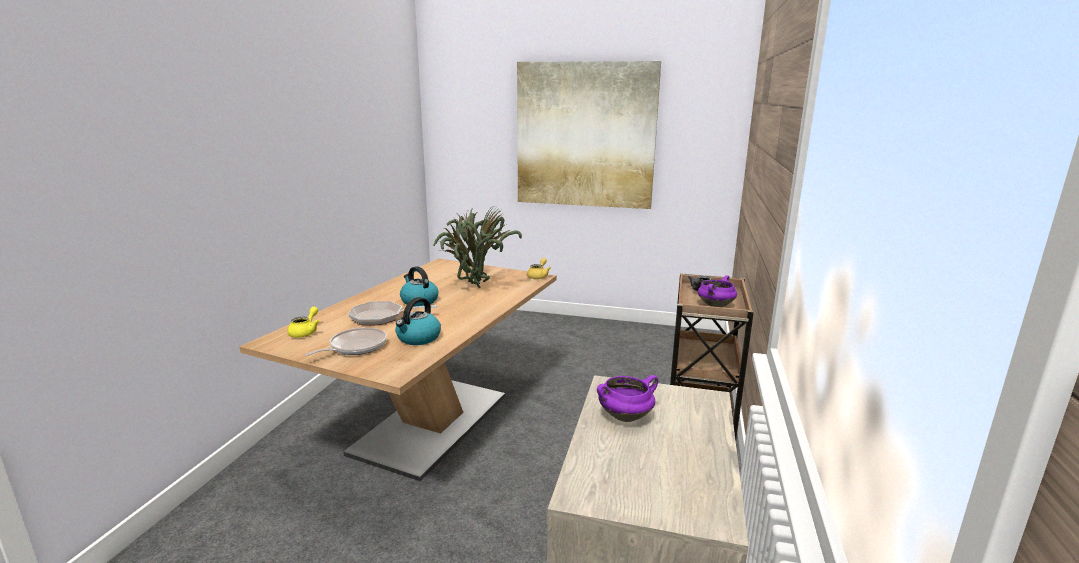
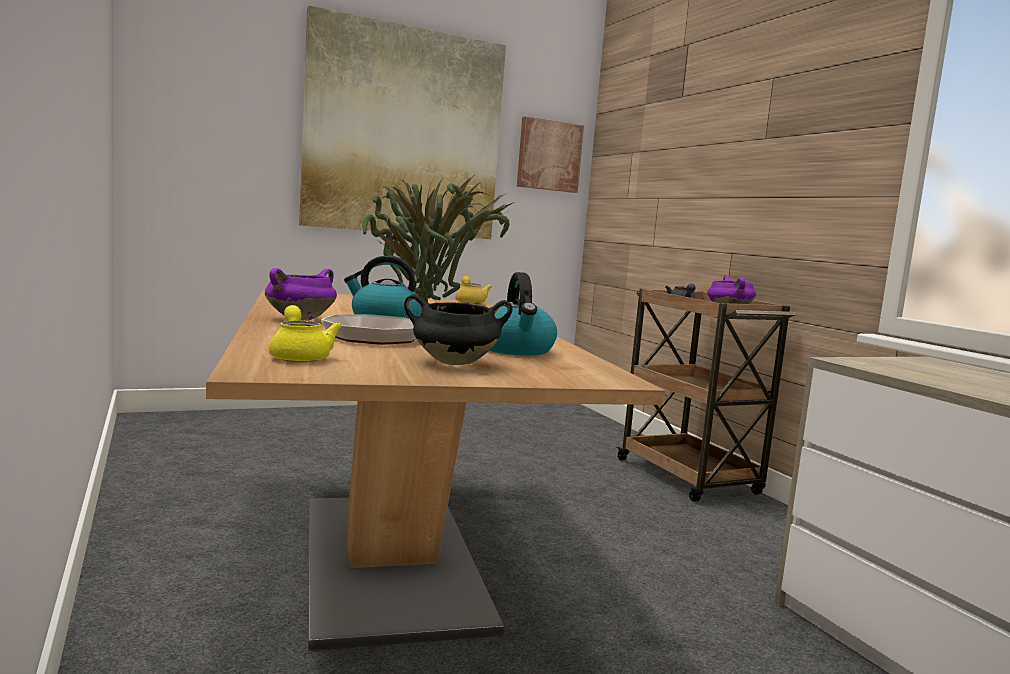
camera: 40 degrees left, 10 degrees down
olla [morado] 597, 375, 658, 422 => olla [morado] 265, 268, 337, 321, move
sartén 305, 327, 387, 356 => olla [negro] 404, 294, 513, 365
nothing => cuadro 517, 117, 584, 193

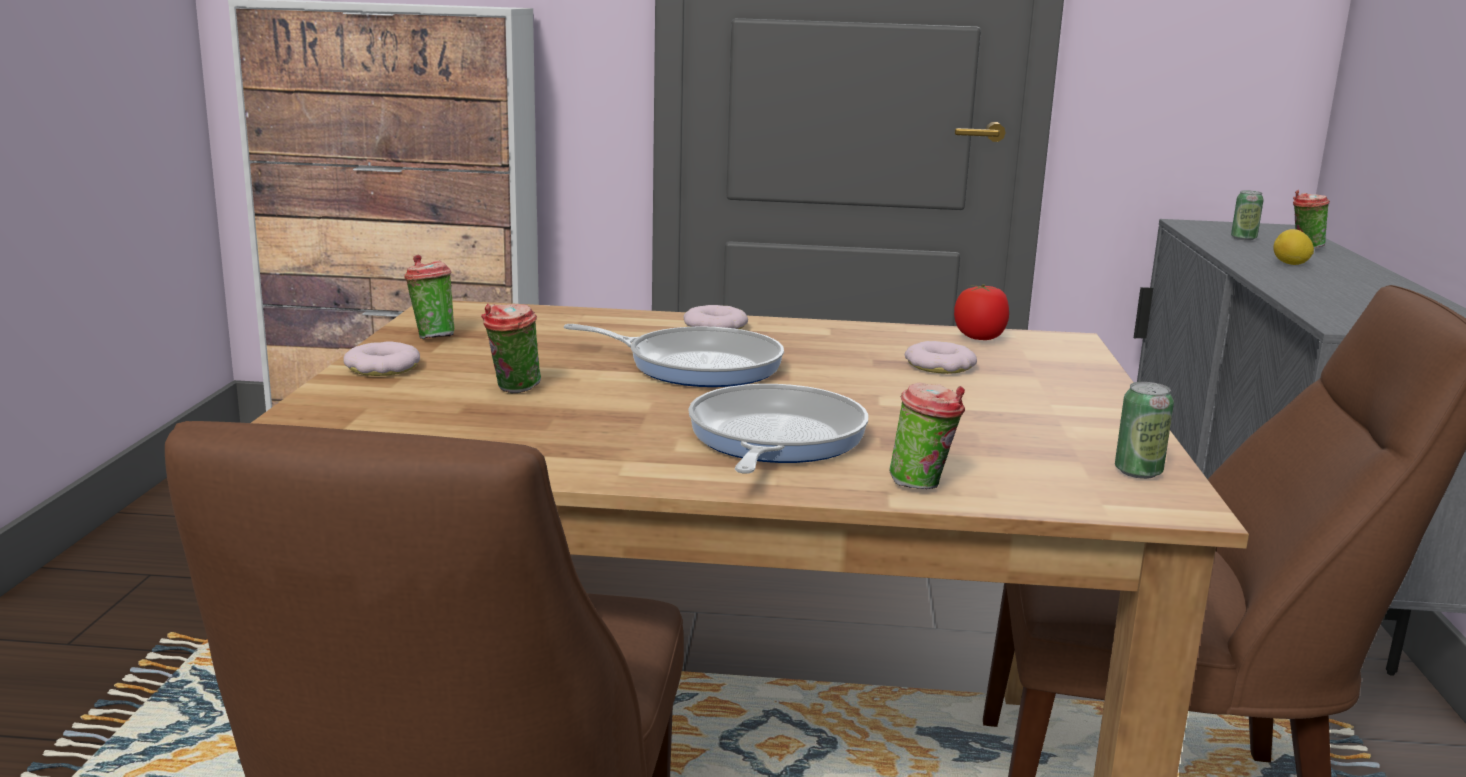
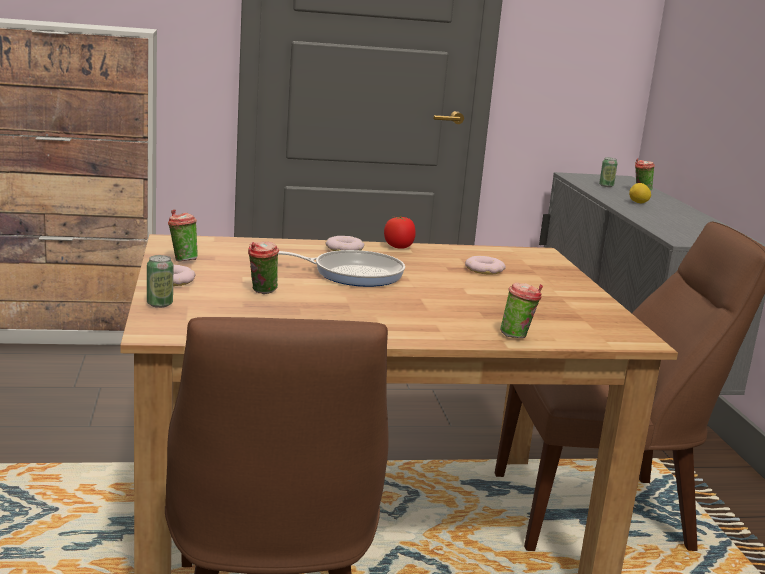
camera: 15 degrees left, 0 degrees up
lata 1115, 382, 1174, 479 => lata 147, 255, 173, 308, move
tomate 954, 284, 1009, 340 => tomate 384, 216, 416, 249, move
sartén 688, 384, 868, 474 => nothing

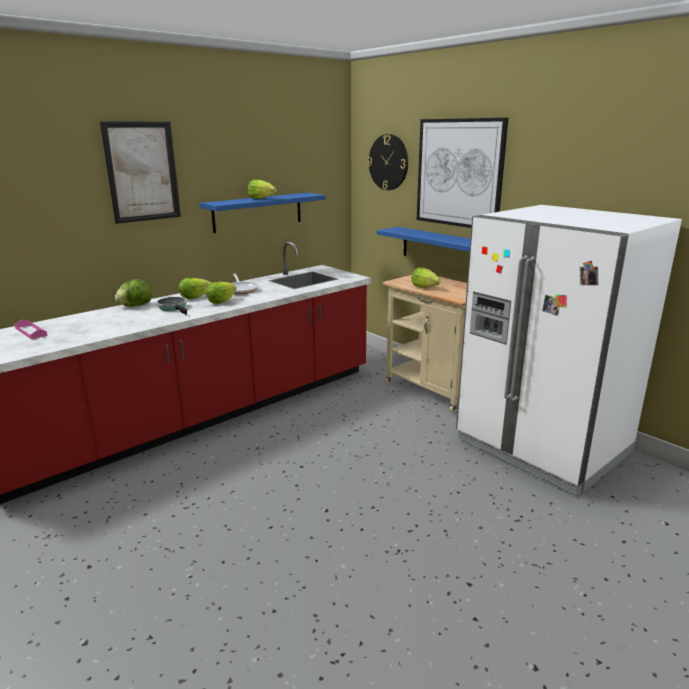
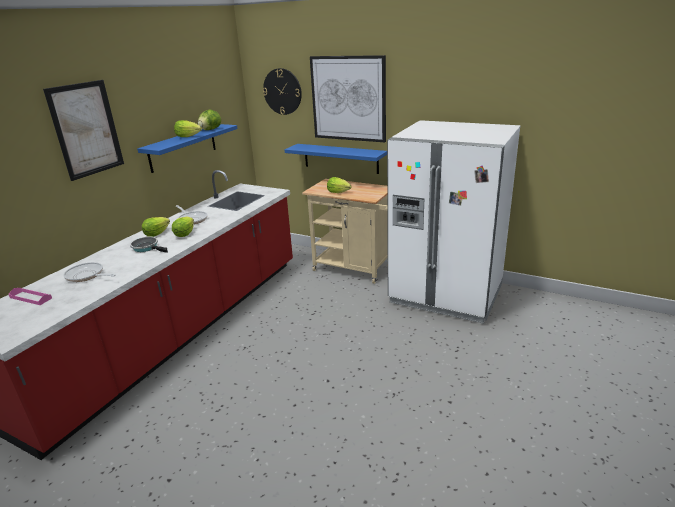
camera: 20 degrees left, 5 degrees up
nothing => sartén 63, 262, 116, 282
lechuga 115, 279, 151, 306 => lechuga 198, 110, 221, 130, move

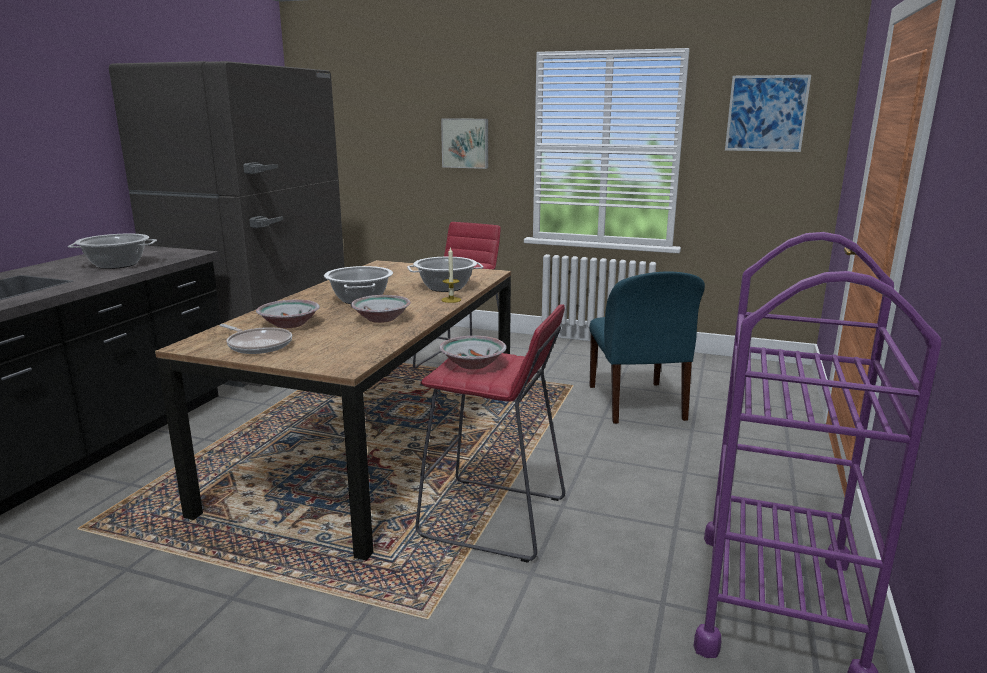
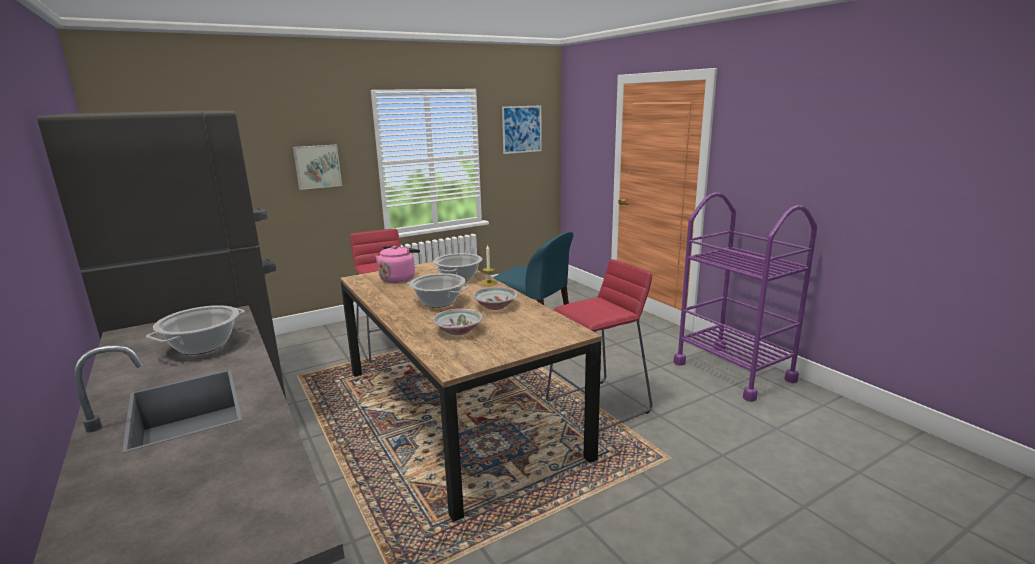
camera: 50 degrees left, 0 degrees up
nothing => hervidor [rosa] 375, 246, 420, 283
sartén 219, 324, 292, 354 => nothing
cuenco 439, 336, 507, 369 => nothing

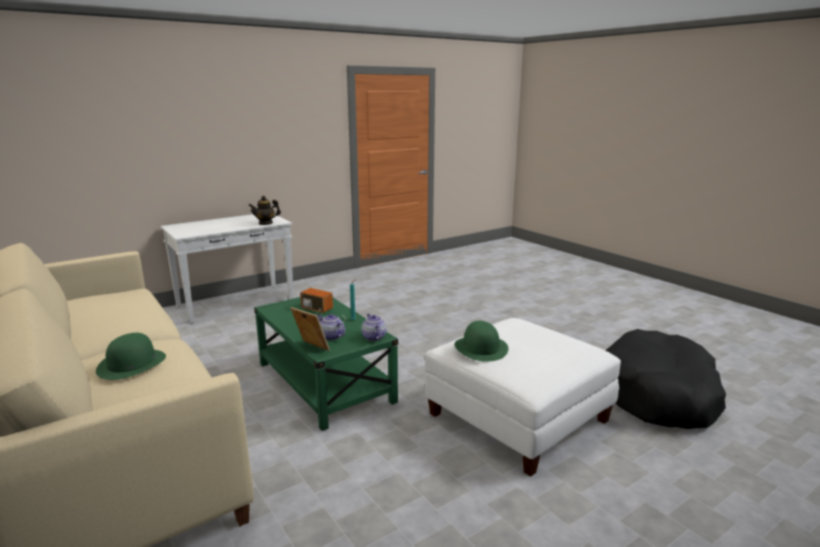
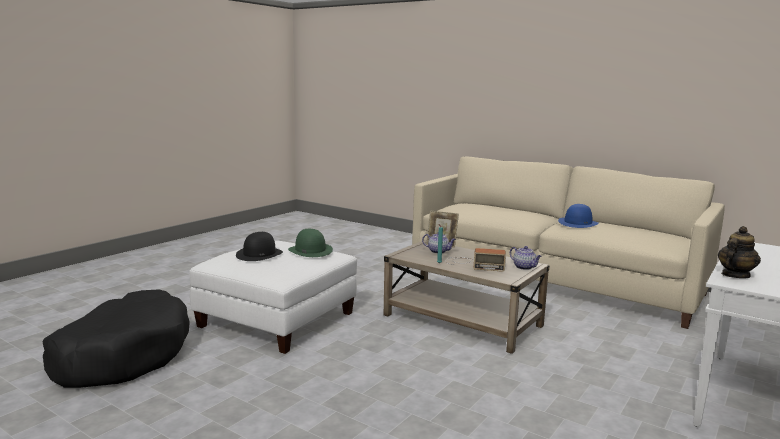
camera: 160 degrees right, 5 degrees down
nothing => sombrero [negro] 236, 232, 283, 261
mesa de centro [verde] 254, 297, 398, 431 => mesa de centro [beis] 384, 240, 550, 354
tetera 361, 314, 387, 341 => tetera 510, 246, 542, 270, move
nothing => sombrero [azul] 558, 204, 599, 228
sombrero [verde] 96, 333, 166, 380 => nothing

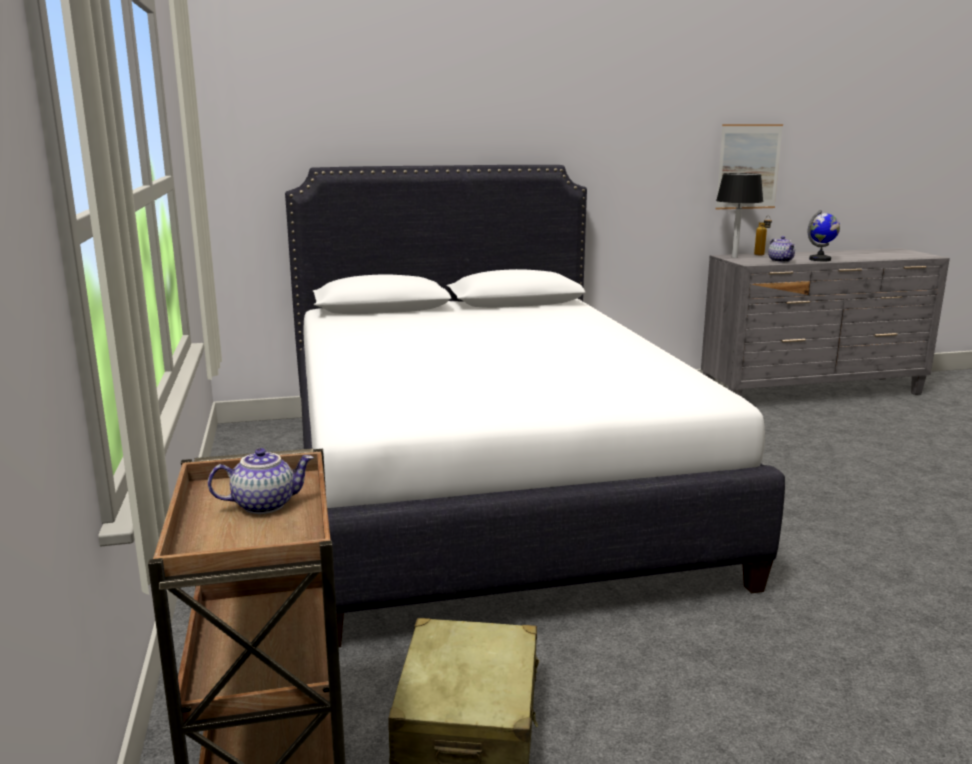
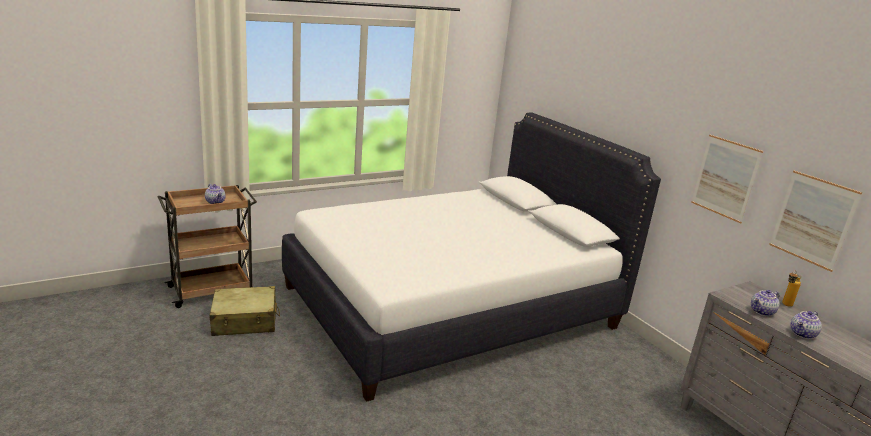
camera: 70 degrees right, 5 degrees up
nothing => cuadro 691, 135, 763, 223
globo terráqueo 808, 210, 840, 261 => tetera 791, 311, 822, 339
lámpara de mesa [negro] 716, 173, 763, 258 => nothing

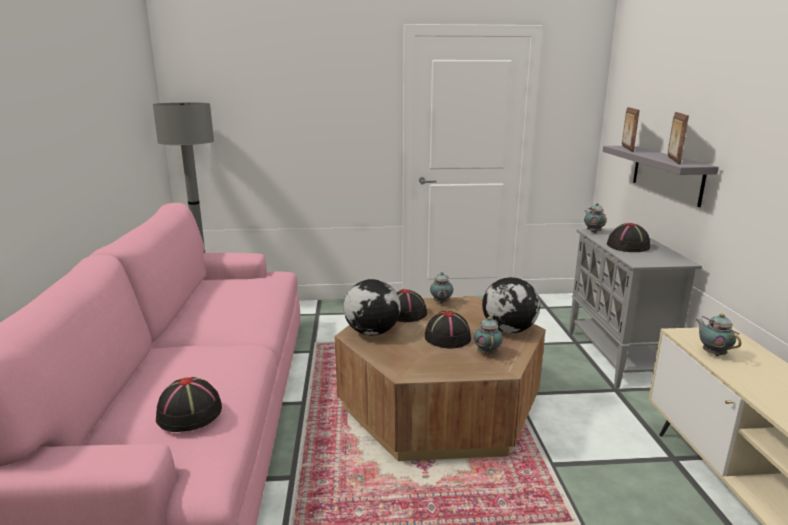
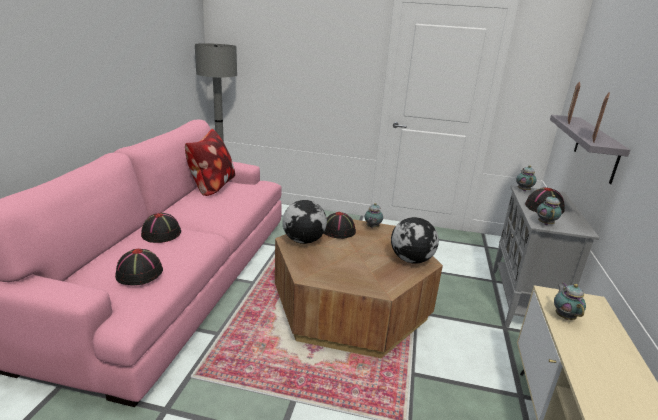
camera: 15 degrees right, 5 degrees up
sombrero [negro] 425, 311, 471, 349 => sombrero [negro] 141, 213, 181, 243, move
nothing => cojín 185, 129, 235, 196
tetera 474, 317, 503, 355 => tetera 537, 195, 562, 225, move

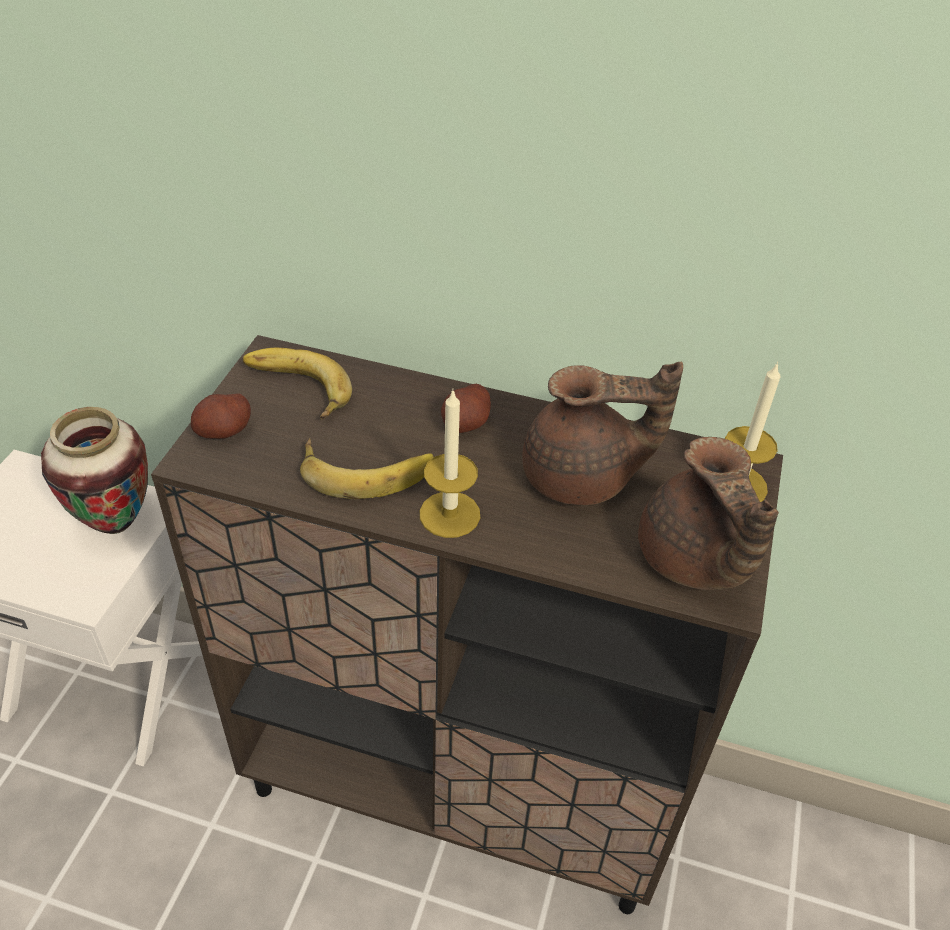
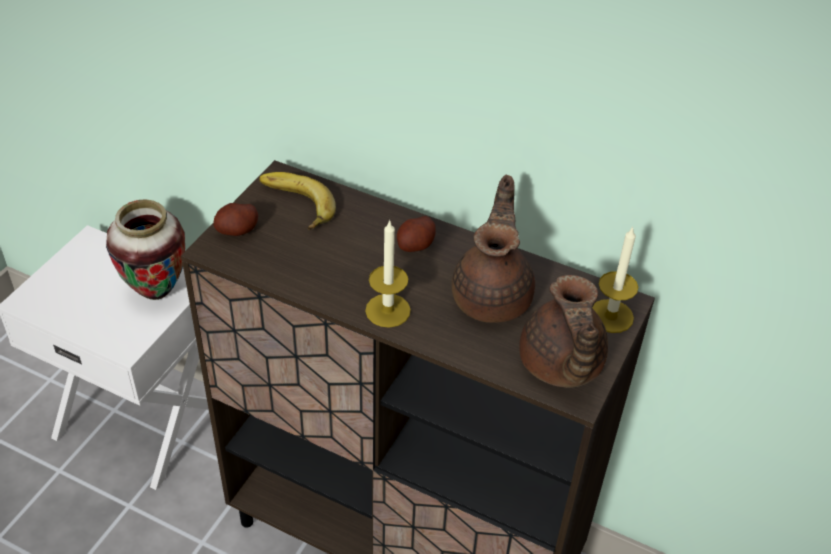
camera: 10 degrees right, 0 degrees up
tetera [marrón] 523, 362, 683, 505 => tetera [marrón] 452, 175, 535, 323, 90 degrees counterclockwise
plátano 300, 438, 434, 499 => nothing

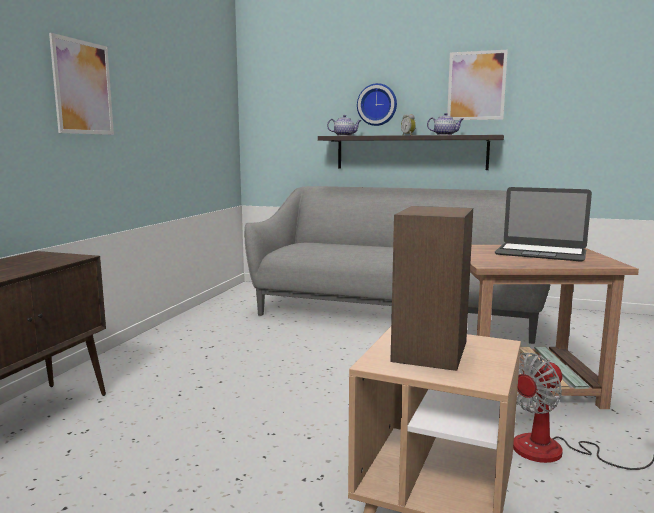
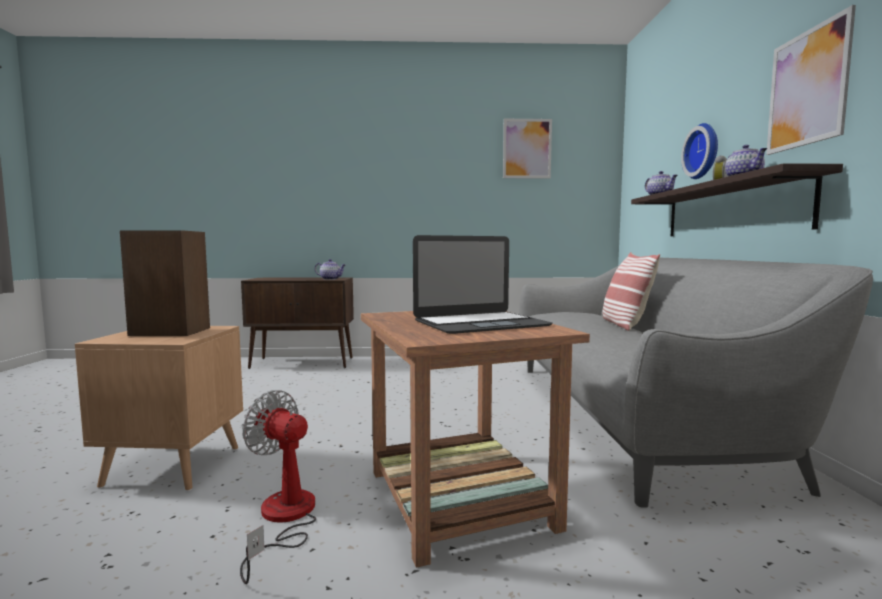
camera: 70 degrees right, 5 degrees down
nothing => tetera 315, 259, 346, 280
portátil 495, 187, 592, 261 => portátil 413, 235, 553, 334, 120 degrees counterclockwise
cuadro 49, 33, 114, 135 => cuadro 503, 119, 552, 179, move
nothing => cojín 603, 252, 660, 331

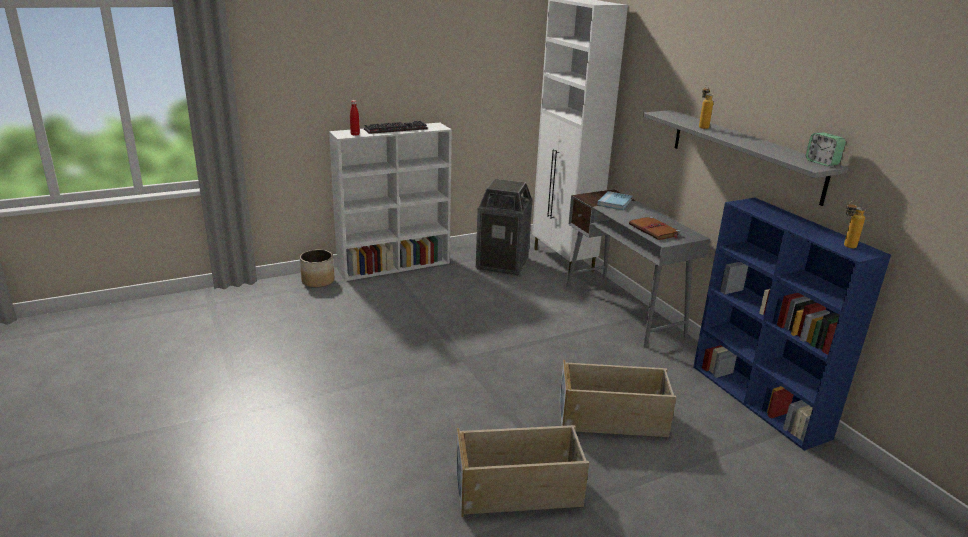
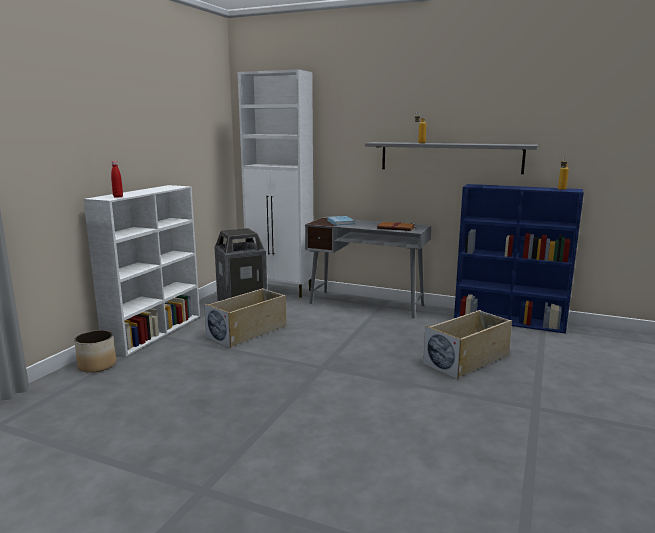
camera: 40 degrees left, 10 degrees down
caja de almacenaje [beis] 456, 425, 589, 517 => caja de almacenaje [beis] 204, 288, 287, 348, move
teclado 364, 121, 428, 134 => nothing
despertador 806, 133, 846, 166 => nothing

